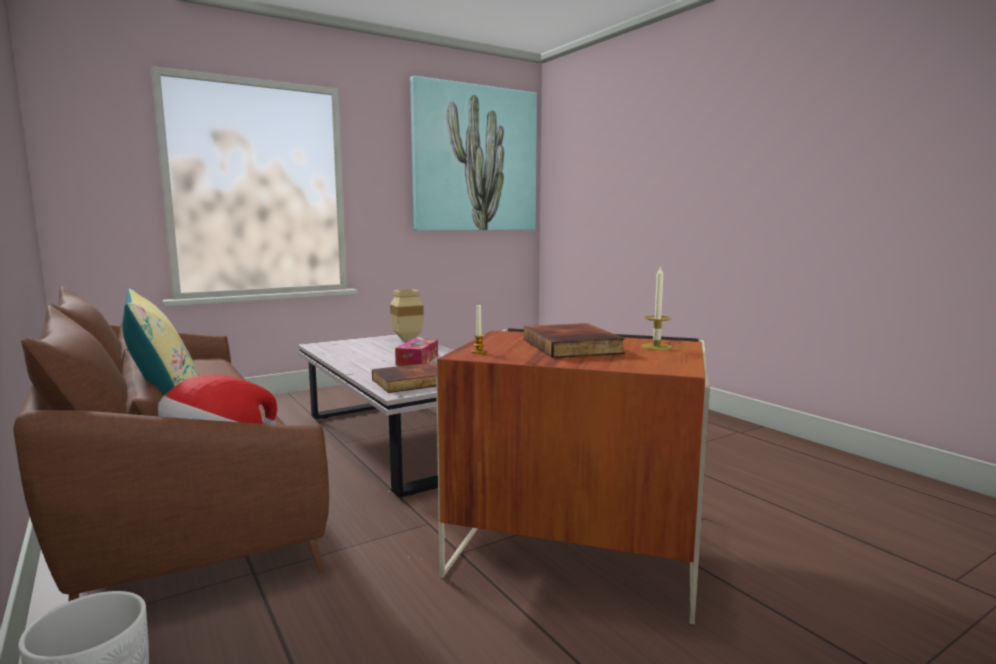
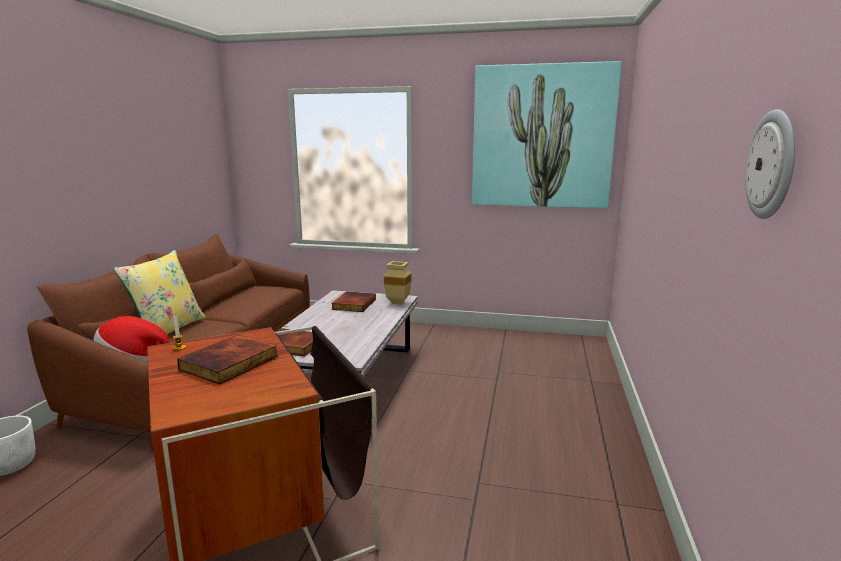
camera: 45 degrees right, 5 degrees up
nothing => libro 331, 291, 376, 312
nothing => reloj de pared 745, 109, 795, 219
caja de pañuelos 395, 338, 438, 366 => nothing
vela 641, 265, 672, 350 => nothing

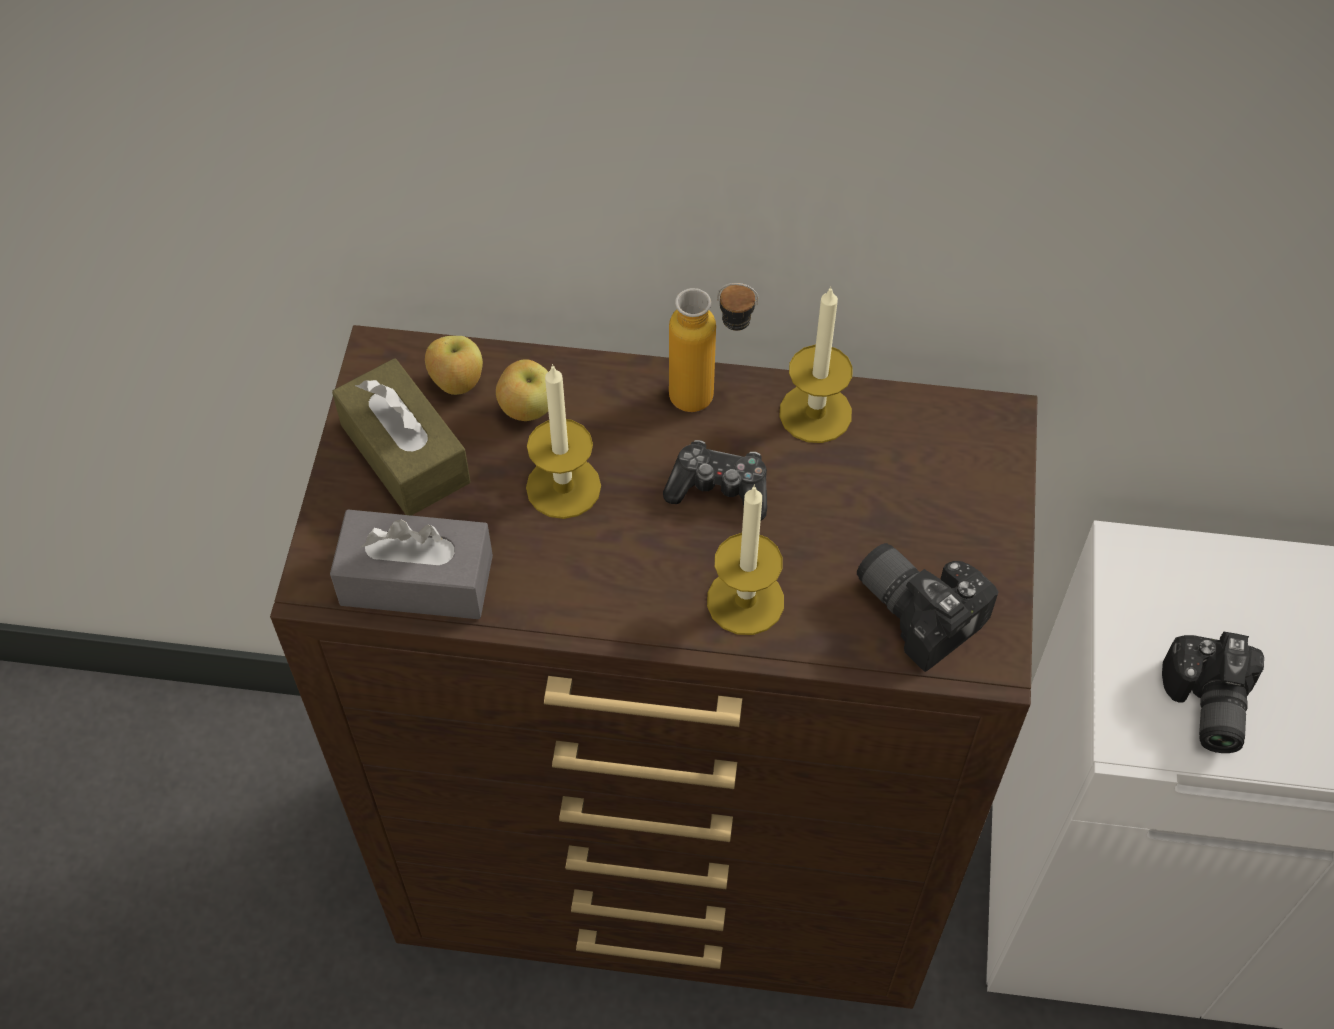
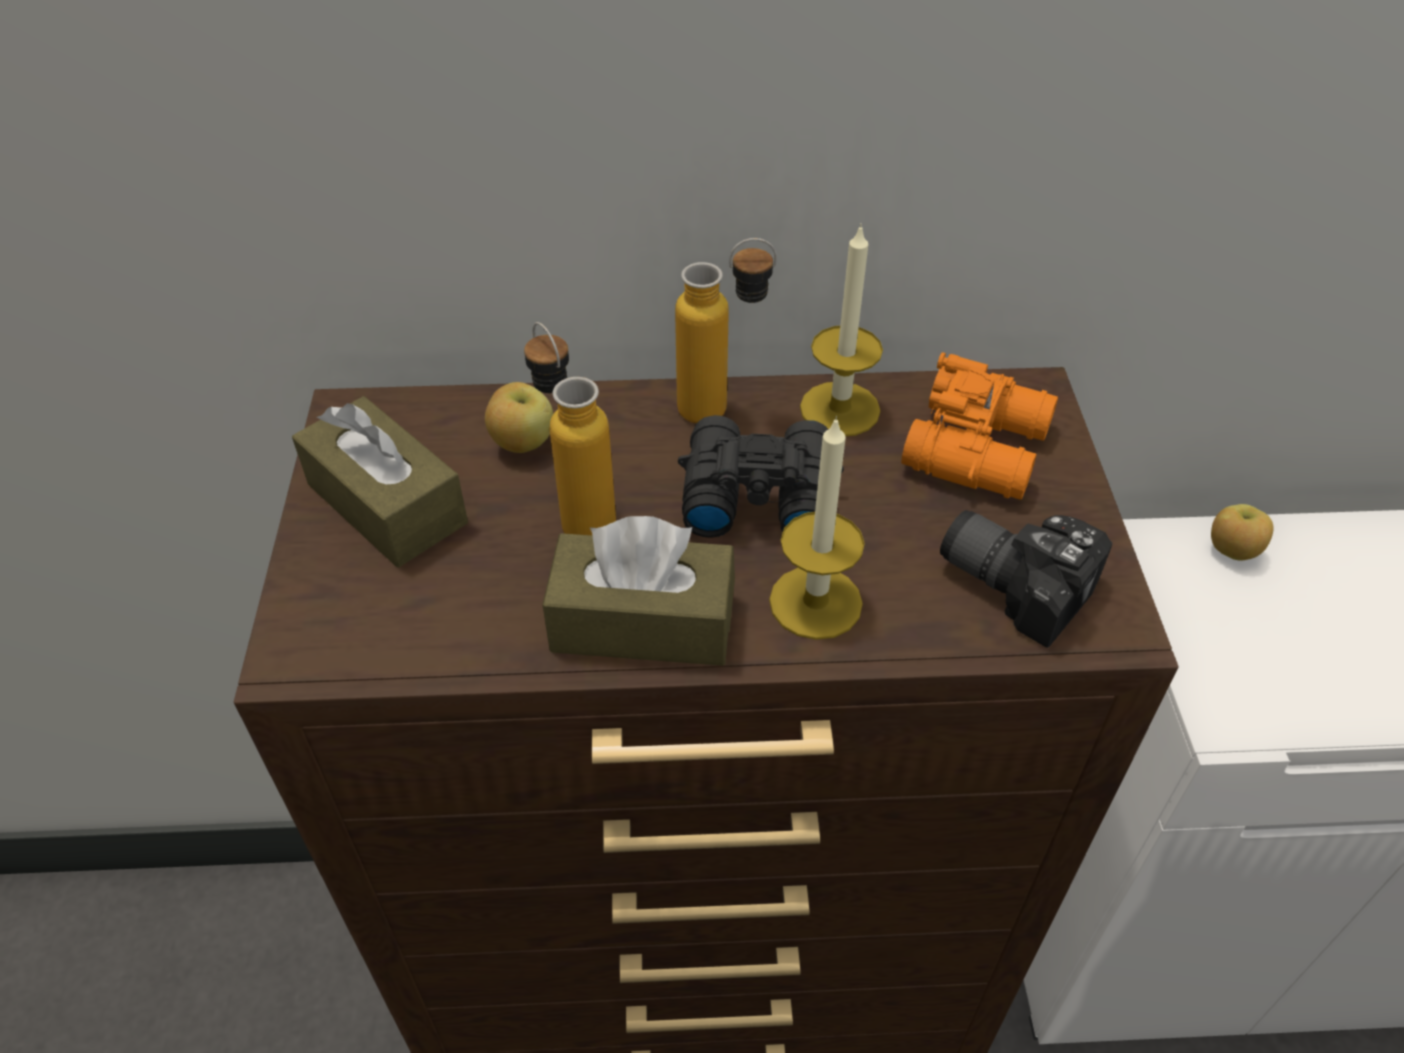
camera: 10 degrees left, 10 degrees down
vela 526, 364, 601, 519 => botella 524, 322, 616, 535
nothing => caja de pañuelos [marrón] 542, 516, 735, 666
mando de consola 663, 440, 767, 520 => prismáticos [negro] 678, 415, 844, 537
nothing => prismáticos [naranja] 901, 352, 1058, 500
manzana 425, 336, 483, 395 => manzana 1211, 504, 1274, 561, move
caja de pañuelos [gris] 330, 509, 493, 619 => nothing
cámara 1162, 631, 1264, 753 => nothing

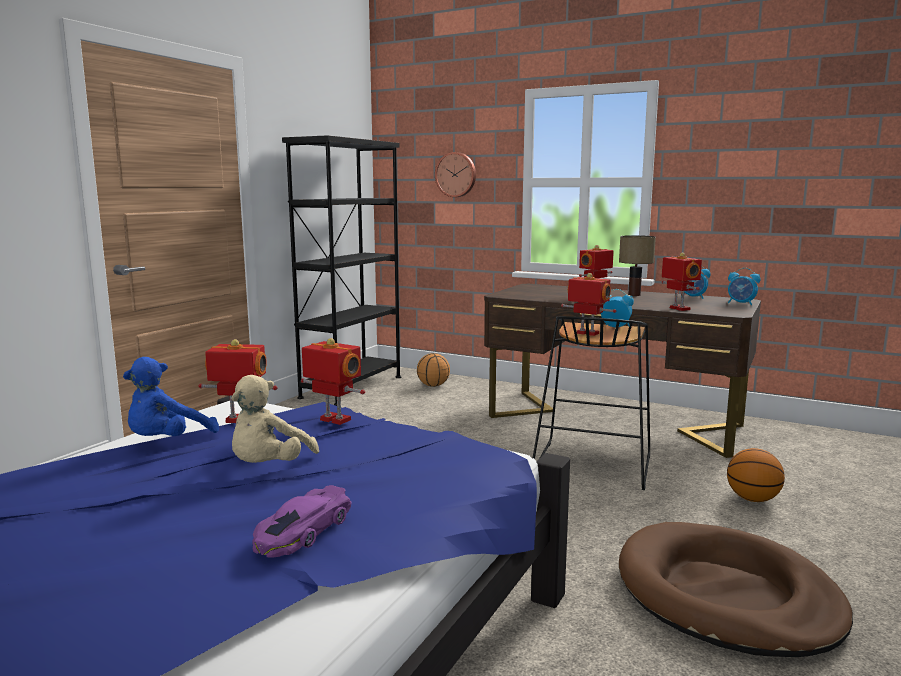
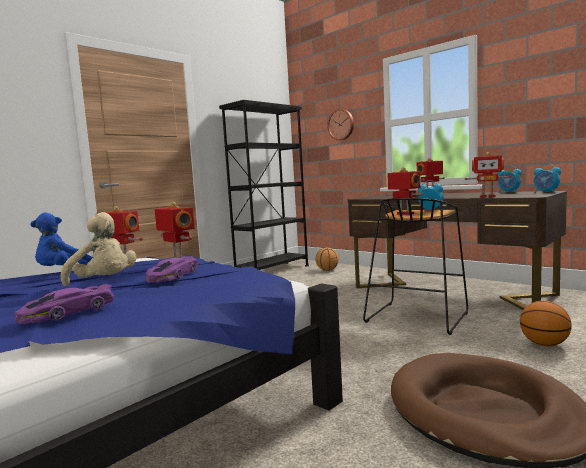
camera: 15 degrees right, 5 degrees down
peluche [beis] 231, 375, 319, 463 => peluche [beis] 61, 212, 136, 286, 90 degrees counterclockwise
nothing => coche de juguete [morado] 145, 256, 198, 283
robot de juguete 662, 253, 702, 311 => robot de juguete 465, 152, 511, 197, 120 degrees clockwise
lámpara de mesa 619, 235, 656, 296 => nothing

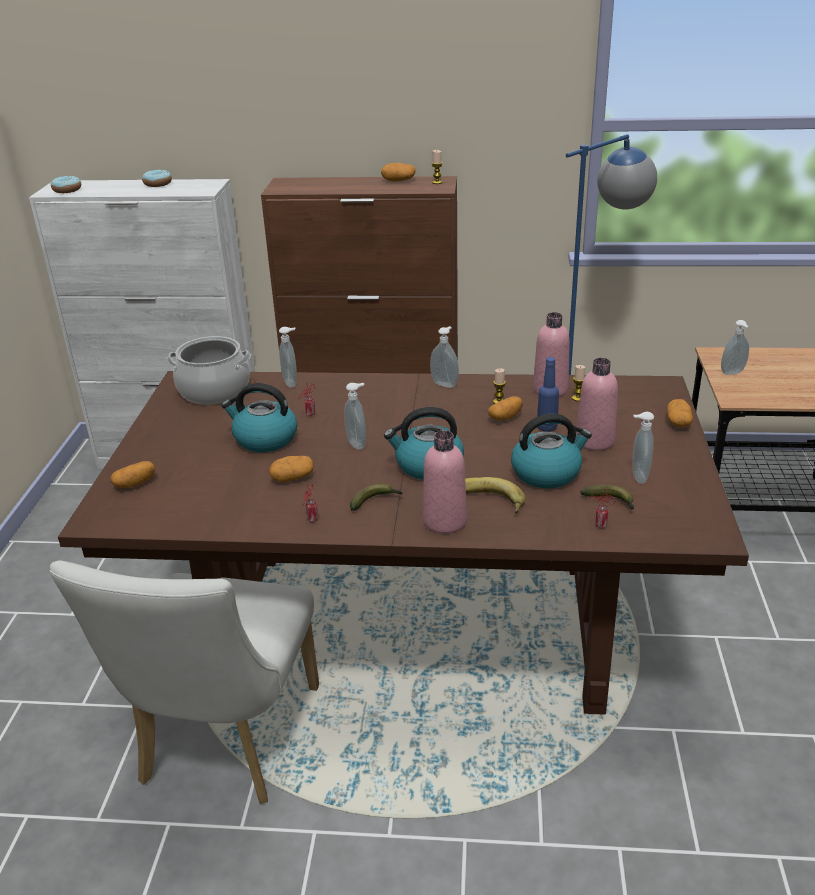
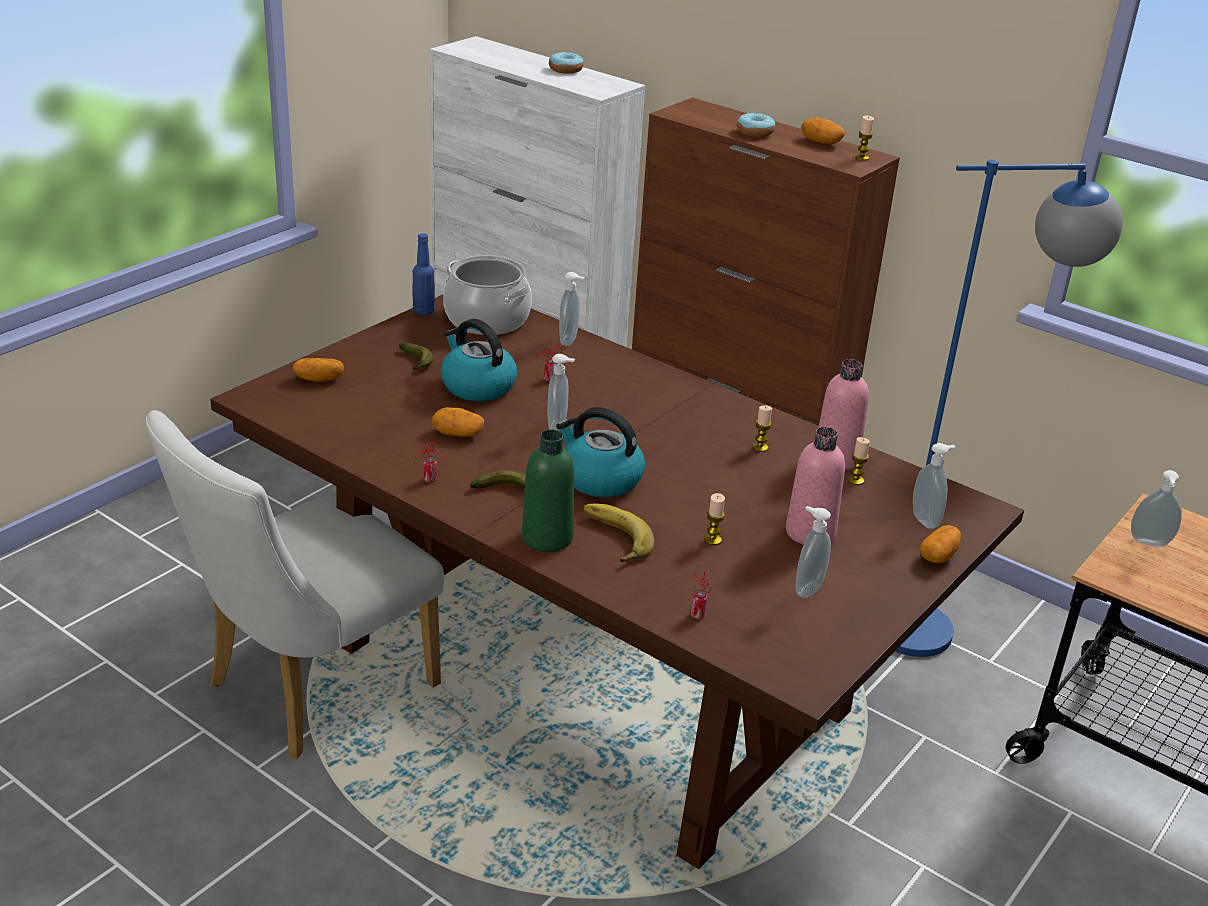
camera: 30 degrees right, 0 degrees up
plátano 581, 485, 634, 510 => plátano 399, 343, 434, 371, move
botella [azul] 537, 357, 559, 432 => botella [azul] 413, 233, 435, 315, move
botella [rosa] 423, 430, 467, 534 => botella [verde] 522, 430, 575, 552
hervidor 511, 414, 592, 488 => vela 704, 493, 725, 545
rosquilla 50, 176, 81, 193 => rosquilla 737, 113, 775, 137, move
dispensador de jabón 430, 326, 459, 388 => dispensador de jabón 913, 443, 955, 529, move
patata 488, 396, 523, 421 => nothing

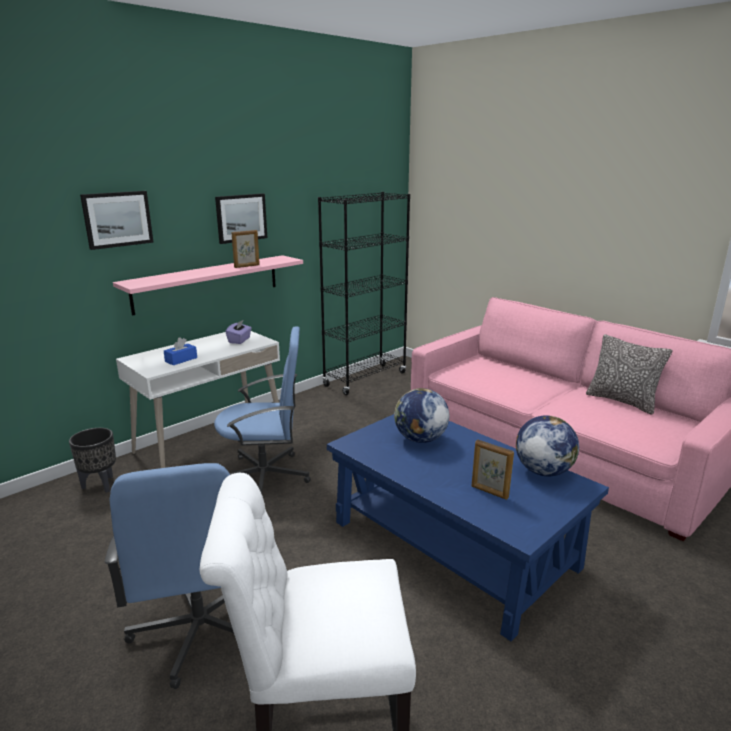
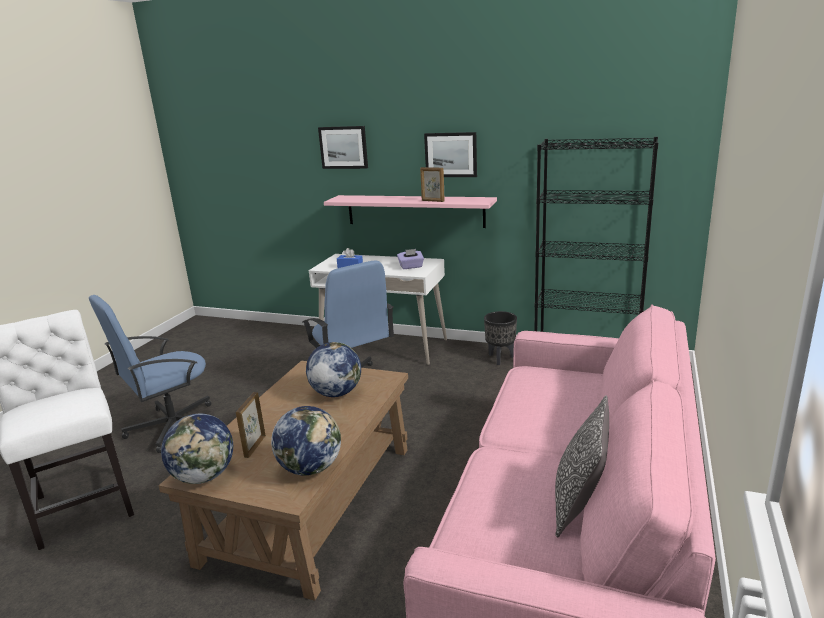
camera: 65 degrees right, 0 degrees up
mesa de centro [azul] 327, 414, 609, 641 => mesa de centro [marrón] 158, 361, 408, 601
nothing => globo terráqueo 161, 414, 233, 484
maceta [negro] 69, 428, 116, 493 => maceta [negro] 484, 311, 517, 365, move

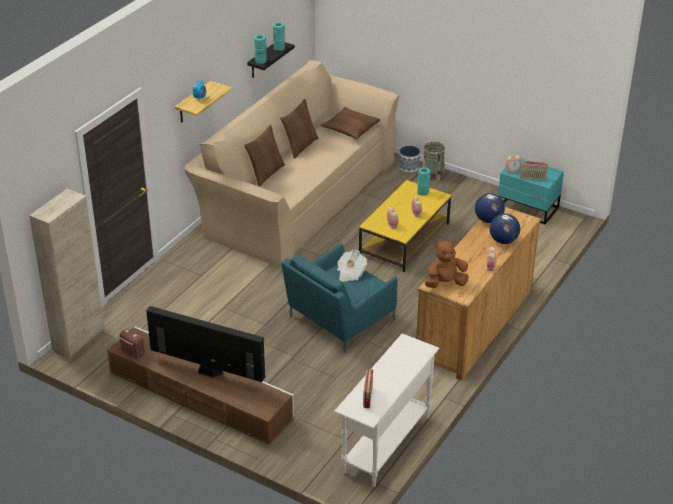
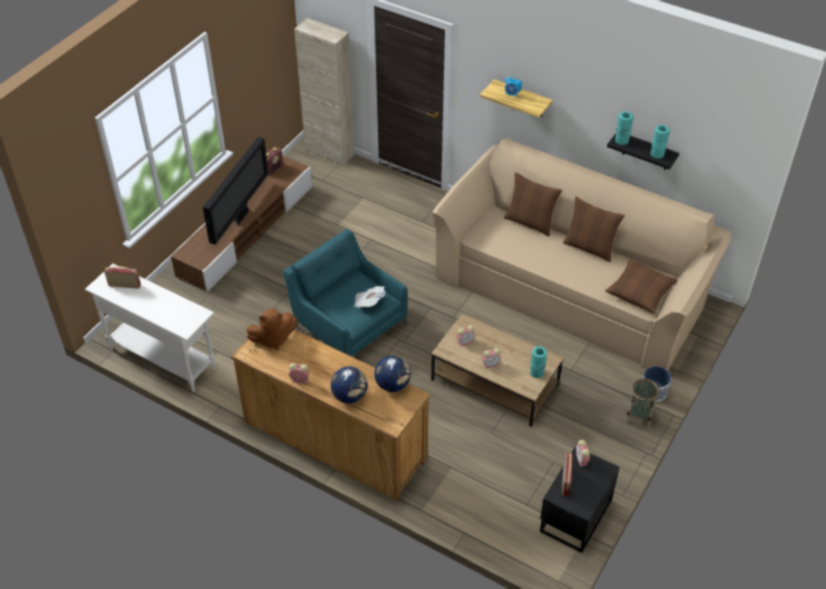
camera: 90 degrees right, 10 degrees up
peluche [marrón] 425, 240, 469, 288 => peluche [marrón] 247, 309, 298, 350, 90 degrees clockwise
mesa de centro [amarillo] 359, 180, 452, 272 => mesa de centro [marrón] 431, 314, 564, 427
mesita de noche [turquesa] 498, 158, 564, 224 => mesita de noche [negro] 540, 446, 620, 553

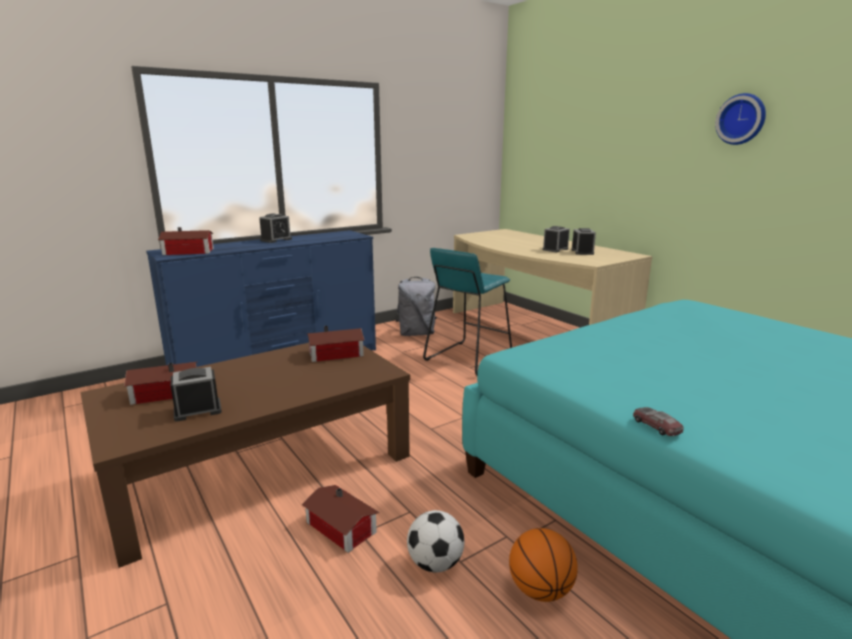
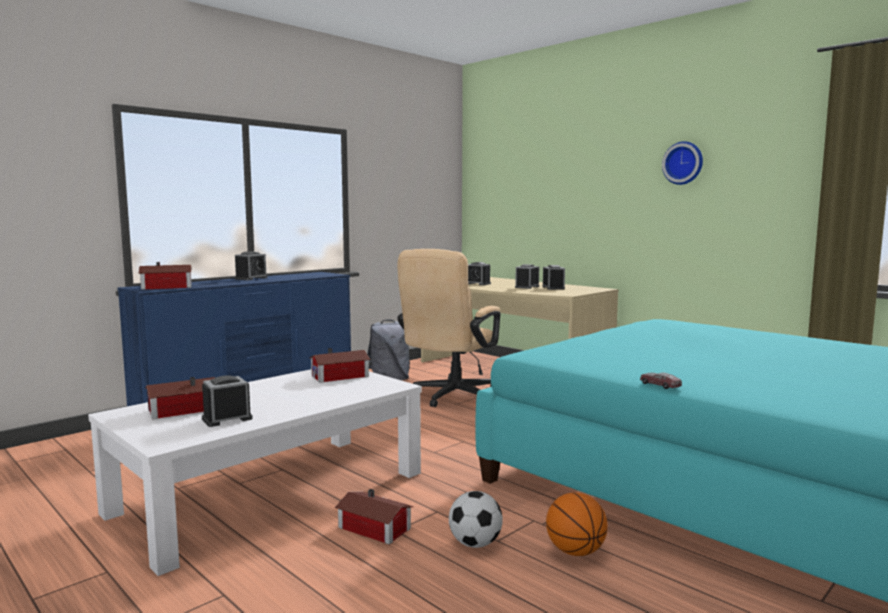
camera: 10 degrees left, 10 degrees down
mesa de centro [marrón] 80, 343, 410, 568 => mesa de centro [blanco] 88, 369, 422, 576
taburete [turquesa] 423, 248, 512, 376 => silla de oficina [beis] 397, 249, 500, 407
nothing => despertador 468, 262, 491, 285

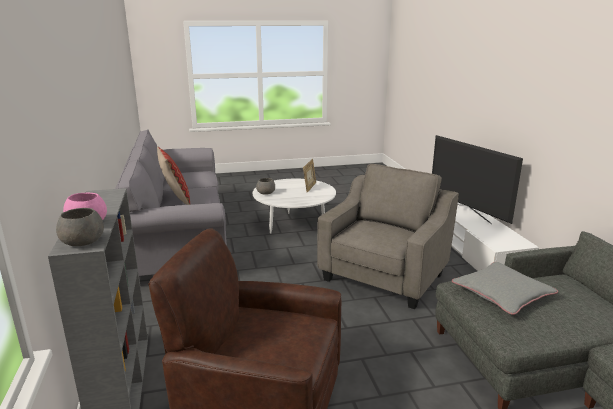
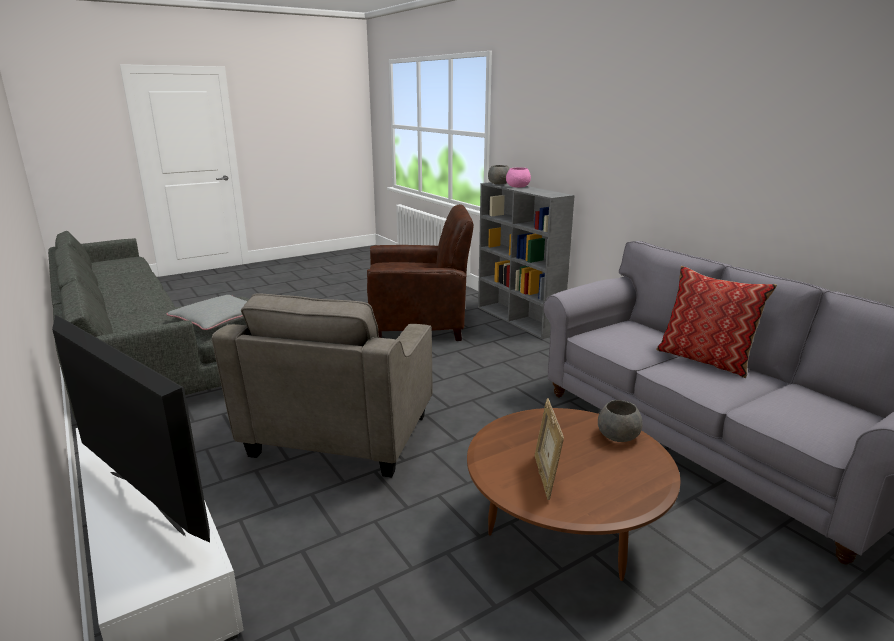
camera: 160 degrees right, 0 degrees up
mesa de centro [blanco] 253, 179, 336, 234 => mesa de centro [marrón] 467, 408, 680, 581

